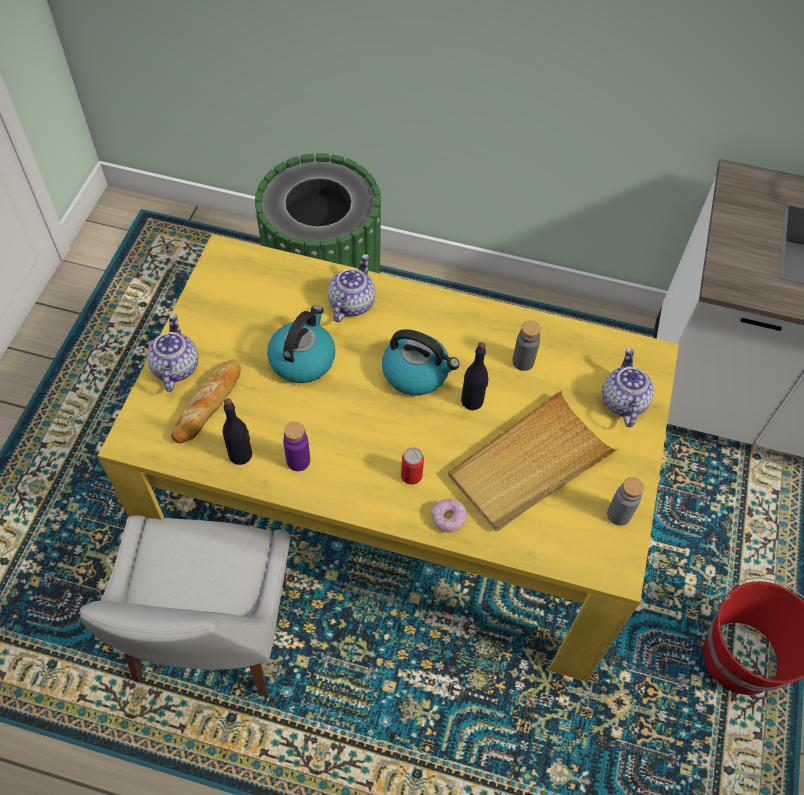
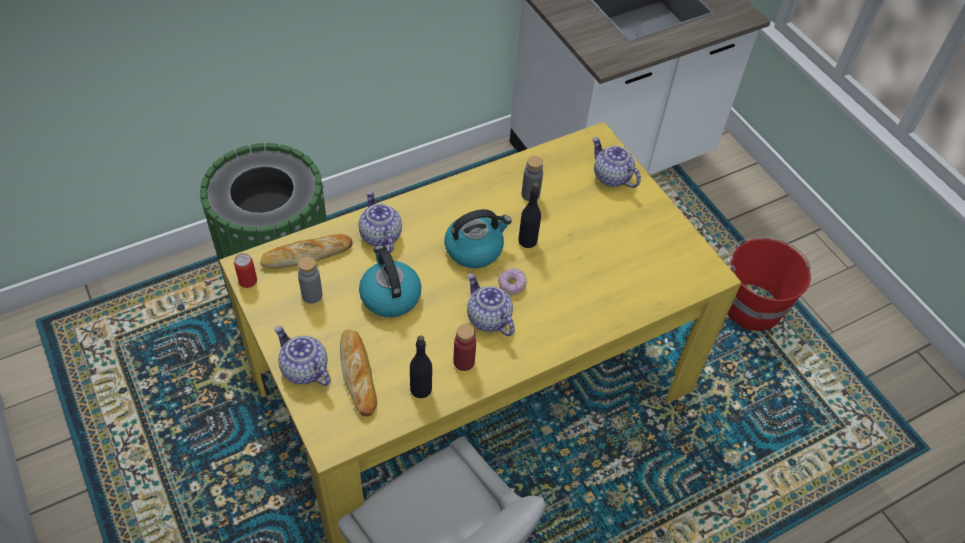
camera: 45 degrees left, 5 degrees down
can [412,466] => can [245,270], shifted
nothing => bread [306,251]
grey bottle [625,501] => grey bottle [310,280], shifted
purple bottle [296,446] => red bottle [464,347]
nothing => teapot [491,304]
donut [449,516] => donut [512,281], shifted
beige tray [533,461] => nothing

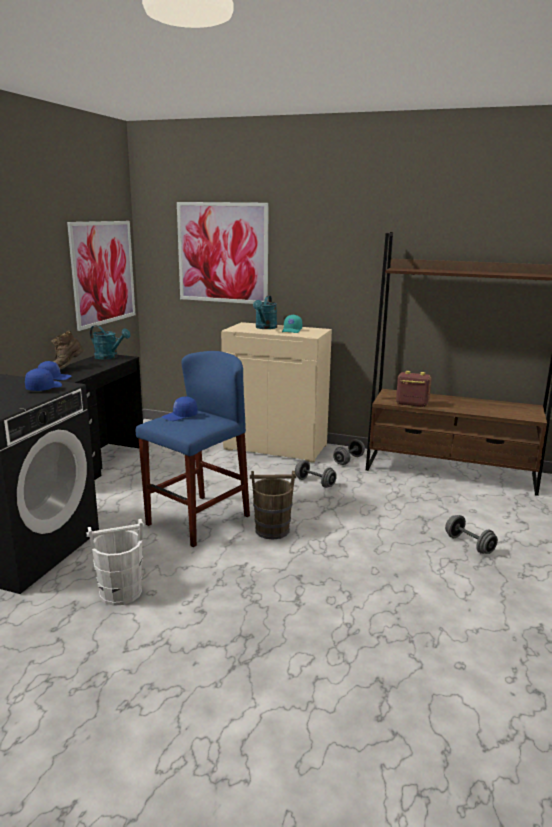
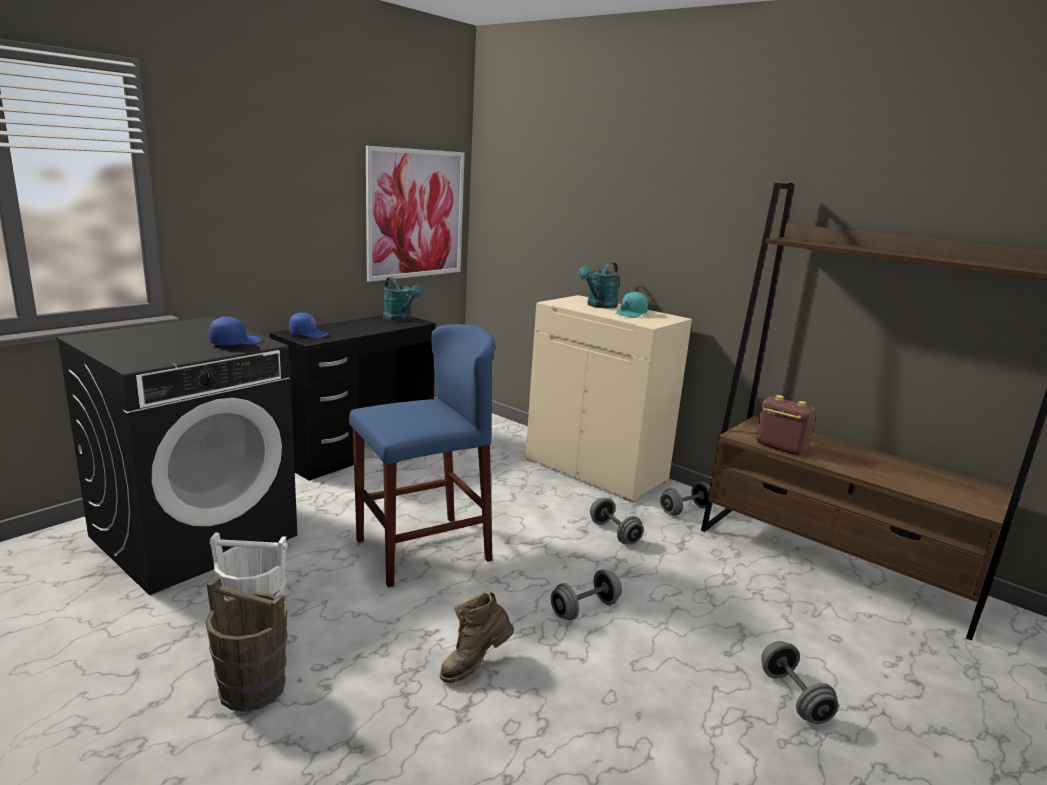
camera: 20 degrees right, 0 degrees up
brown bucket [273,505] => brown bucket [246,644], shifted
brown boot [68,350] => brown boot [477,637], shifted
nothing => grey dumbbell [586,595]
blue cap [179,408] => nothing
picture [223,253] => nothing

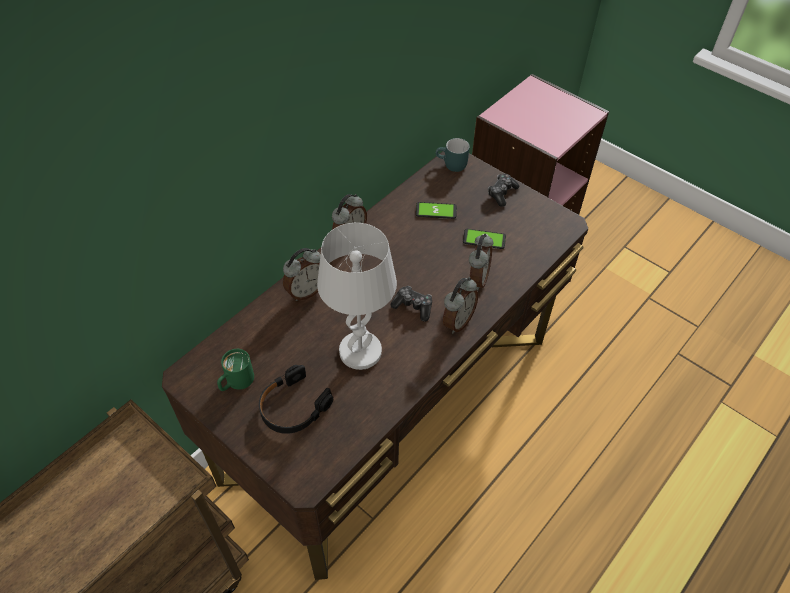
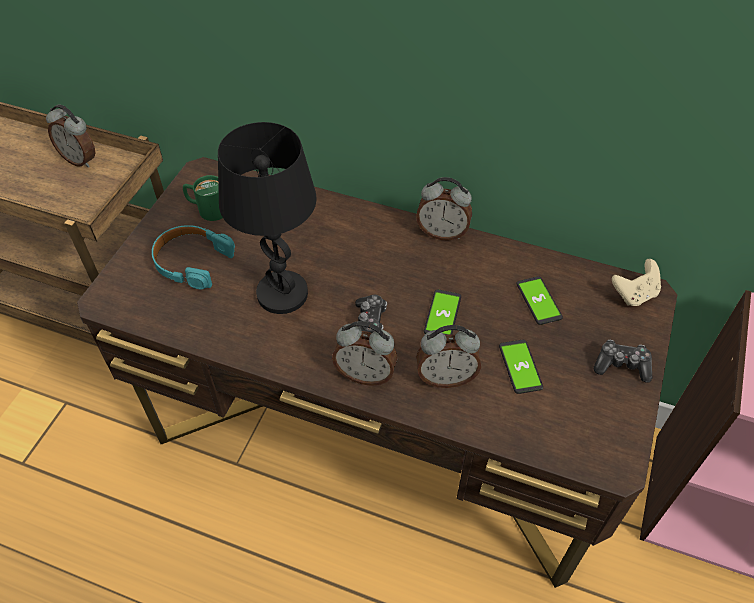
camera: 70 degrees right, 0 degrees up
alarm clock [302,274] => alarm clock [70,136], shifted
black headphones [296,399] => turquoise headphones [193,257]
white table lamp [357,296] => black table lamp [267,218]
nothing => phone [442,312]
turquoise mug [453,155] => beige game controller [636,282]

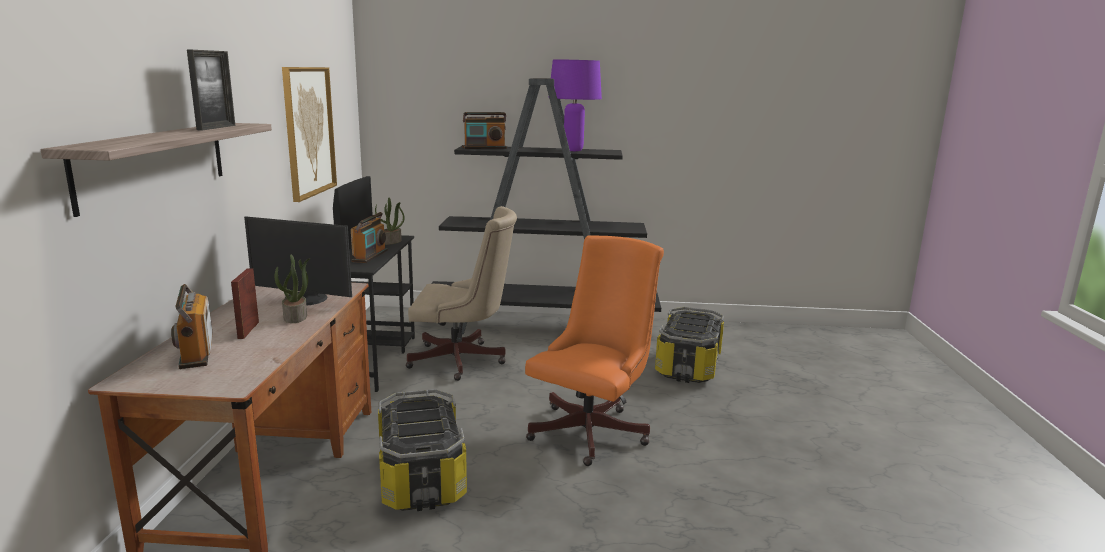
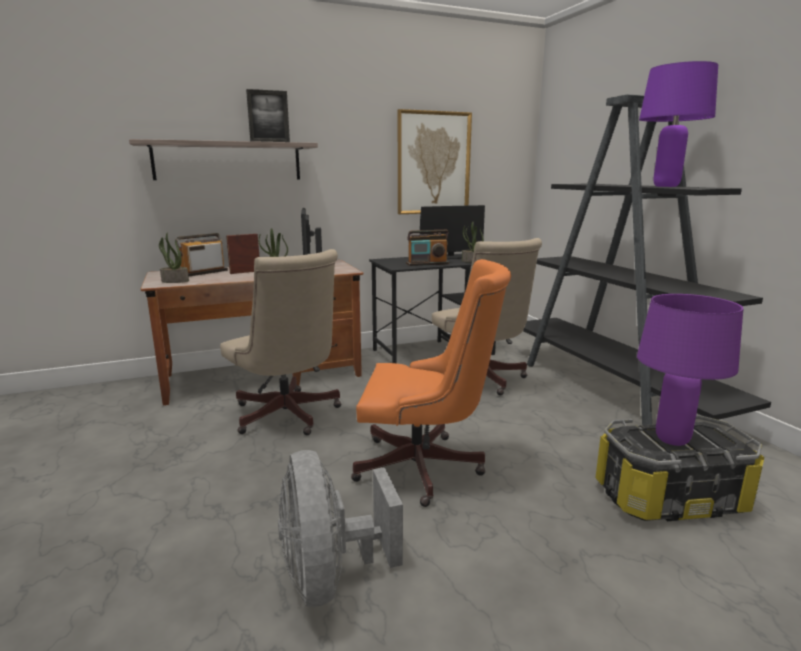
camera: 65 degrees right, 0 degrees up
nothing => potted plant [174,257]
storage box [422,450] => beige office chair [280,342]
nothing => grey fan [340,528]
nothing => purple table lamp [690,370]
radio [484,130] => nothing

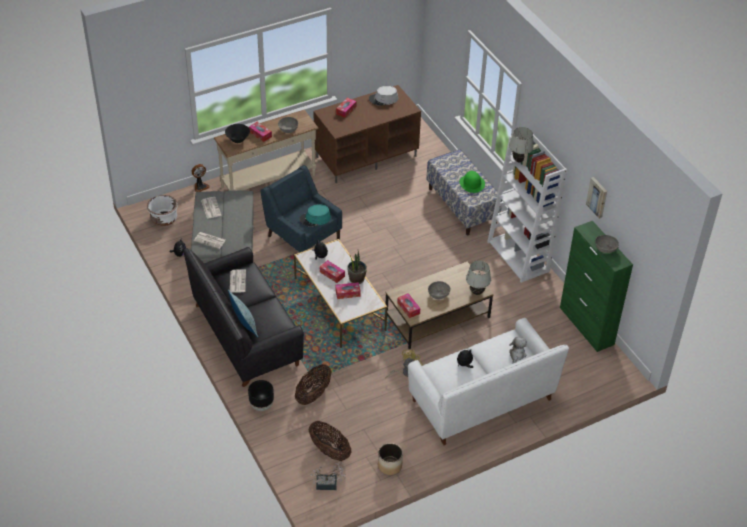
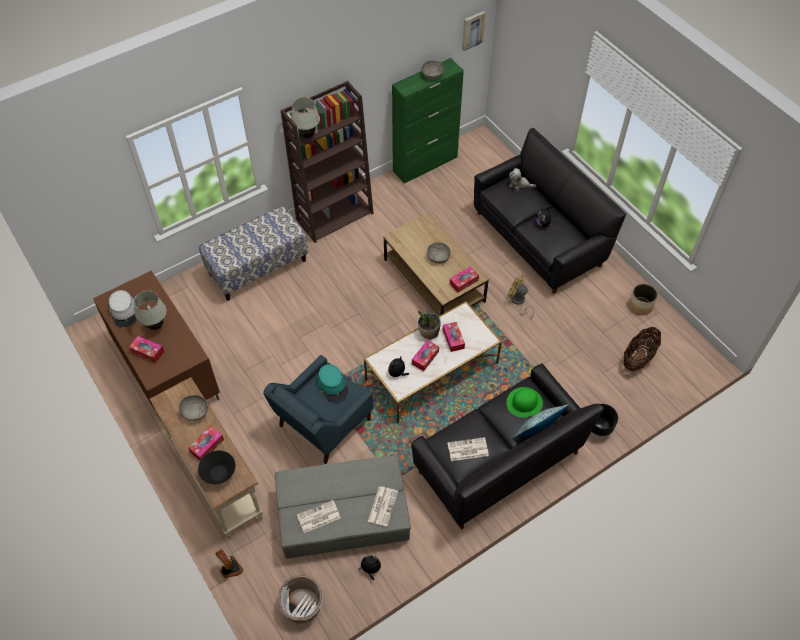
camera: 95 degrees left, 10 degrees up
white table lamp [478,278] => white table lamp [150,310], shifted
white bookcase [527,208] => brown bookcase [327,162]
picture [596,198] => picture [474,31], shifted
white sofa [488,381] => black sofa [550,211]
green hat [472,182] => green hat [524,402], shifted
basket [313,384] => nothing
potted plant [328,476] => nothing

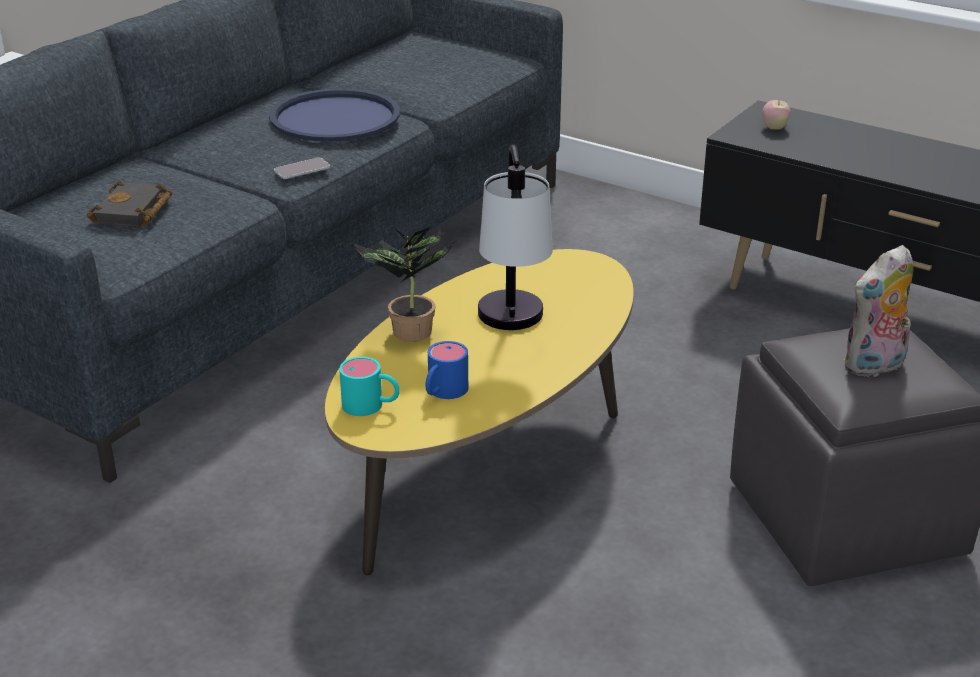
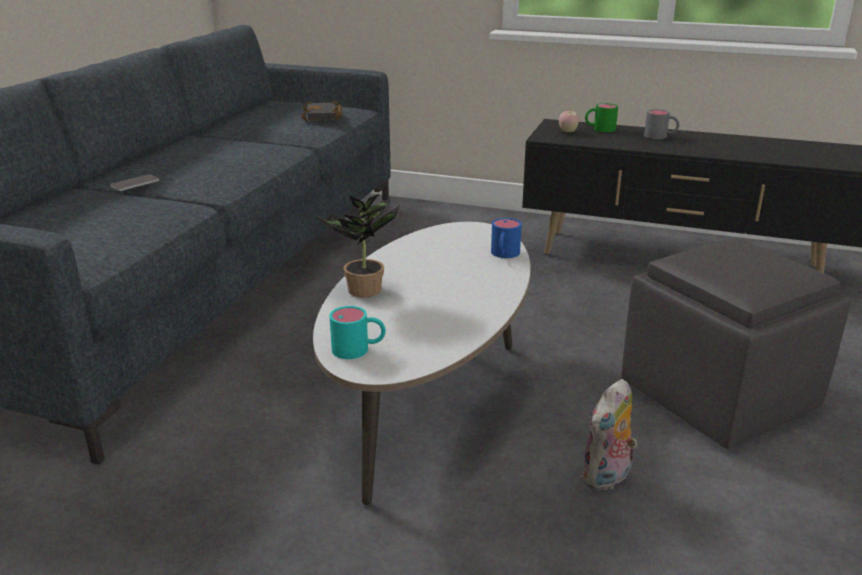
camera: 15 degrees left, 5 degrees down
phone [302,168] => phone [134,183], shifted
black book [129,204] => black book [321,111], shifted
yellow coffee table [479,412] => white coffee table [422,363]
blue mug [446,370] => blue mug [506,238], shifted
plush toy [878,311] => plush toy [609,435], shifted
nothing => green mug [601,117]
nothing => grey mug [661,124]
blue tray [334,115] => nothing
table lamp [515,237] => nothing

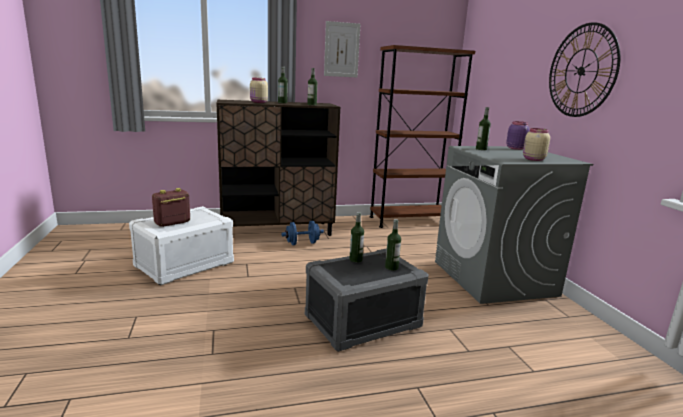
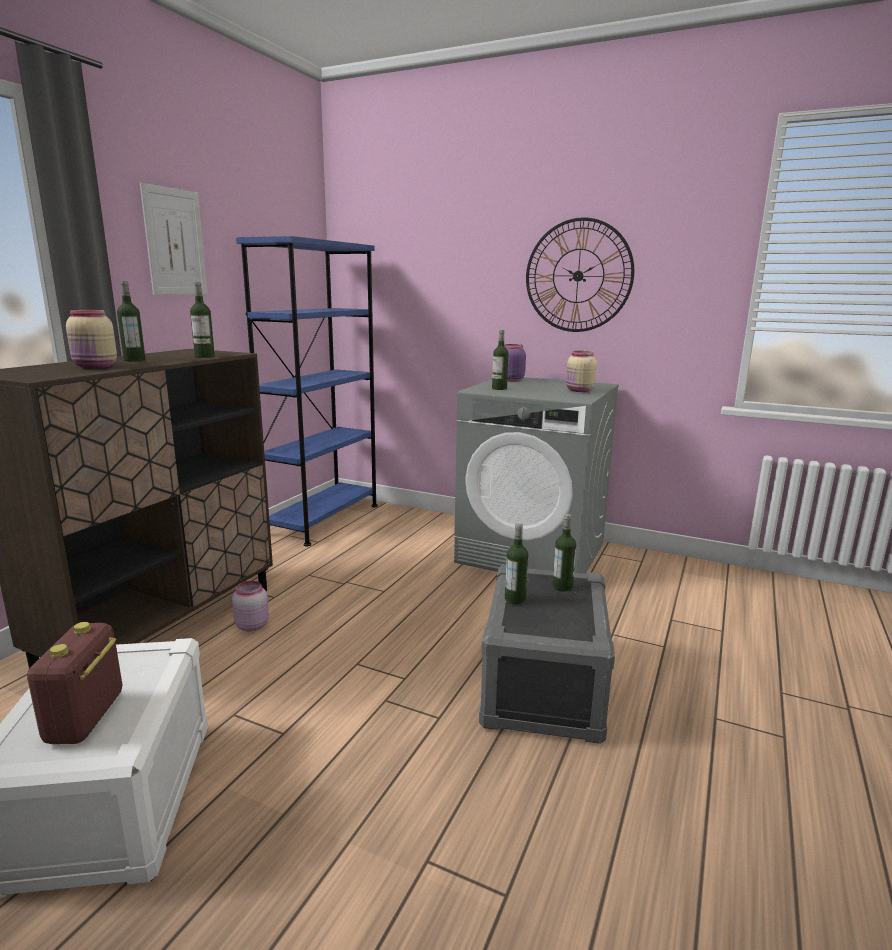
camera: 50 degrees left, 0 degrees up
blue dumbbell [303,233] => pink jar [250,606]
brown bookcase [422,136] => blue bookcase [307,391]

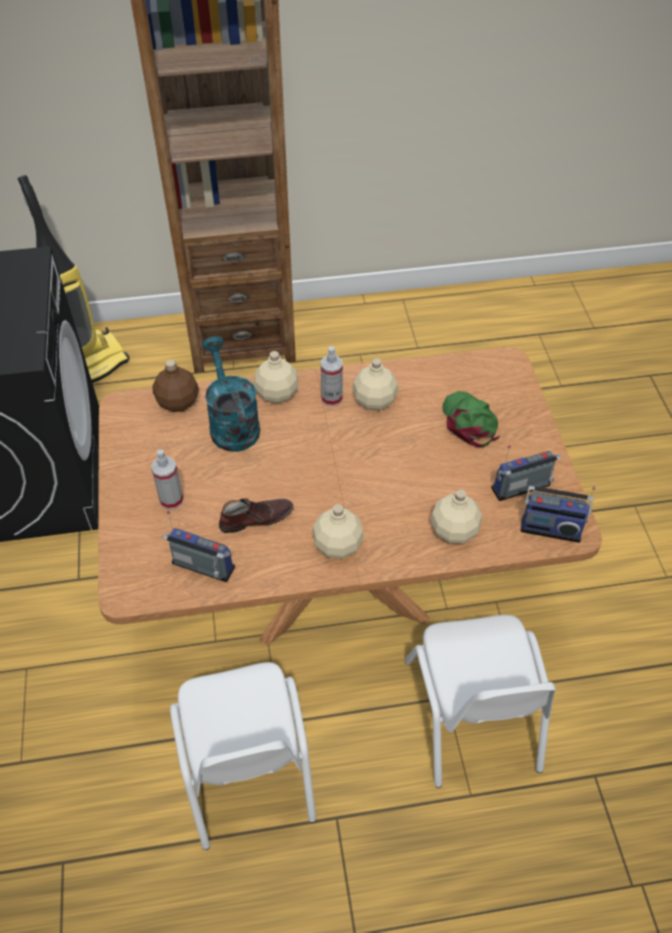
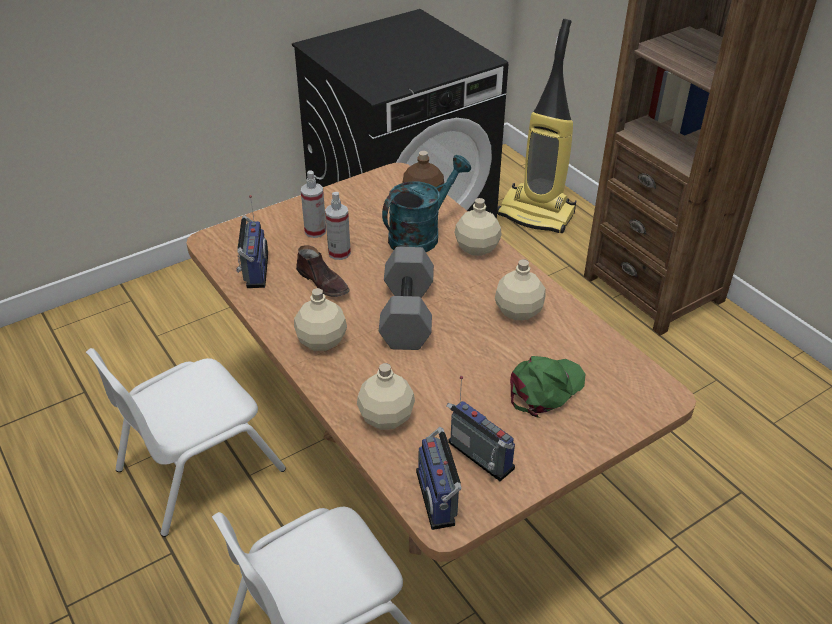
camera: 65 degrees right, 10 degrees down
spray bottle [332,376] => spray bottle [338,226], shifted
nothing => grey dumbbell [406,298]

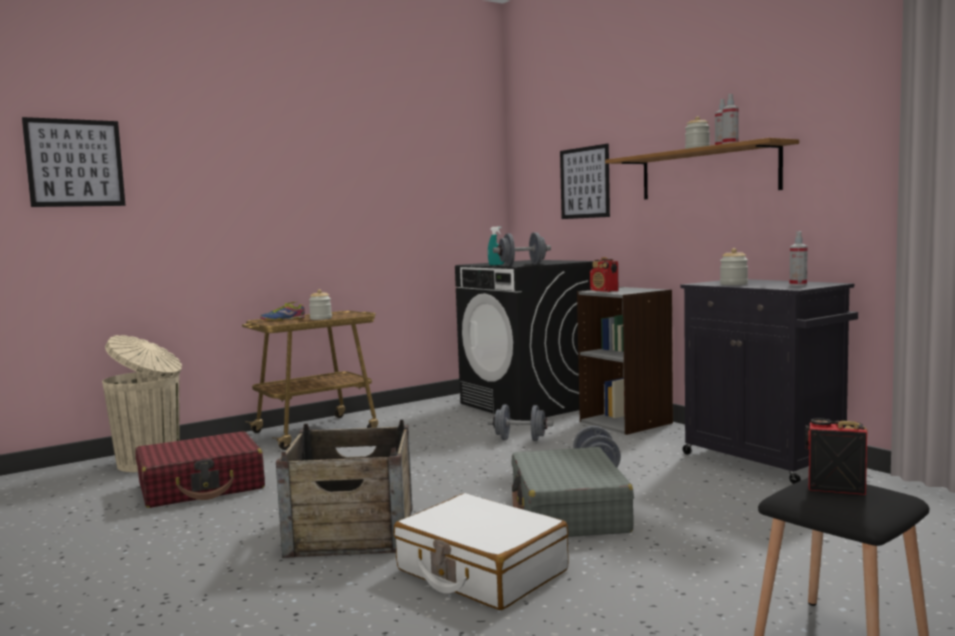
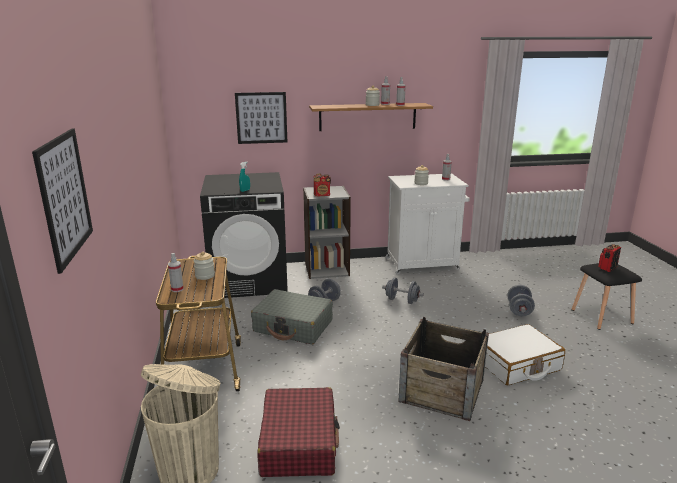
camera: 65 degrees left, 15 degrees up
shoe [282,311] => spray bottle [176,272]
grey suitcase [572,492] => grey suitcase [292,316], shifted
black cabinet [769,381] => white cabinet [428,224]
grey dumbbell [522,249] => grey dumbbell [521,300], shifted

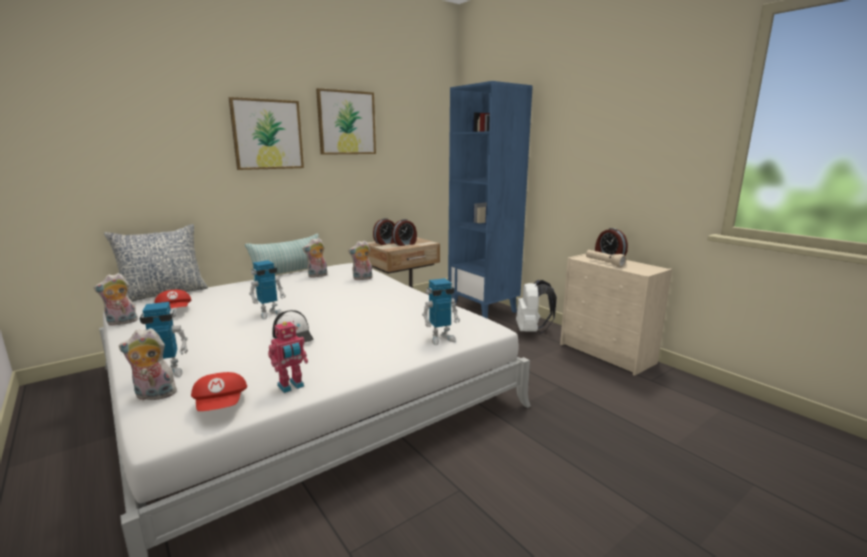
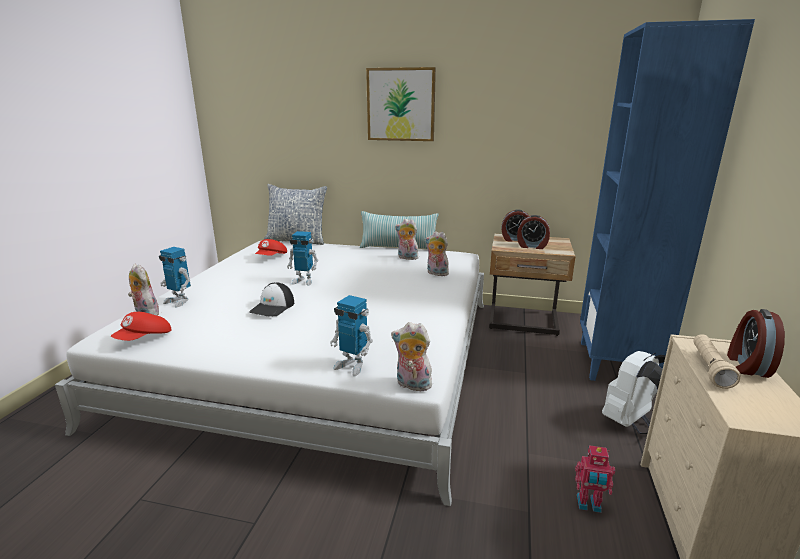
camera: 50 degrees right, 5 degrees up
plush toy [115,299] => plush toy [411,356], shifted
toy robot [288,357] => toy robot [595,479], shifted
picture [346,121] => nothing

